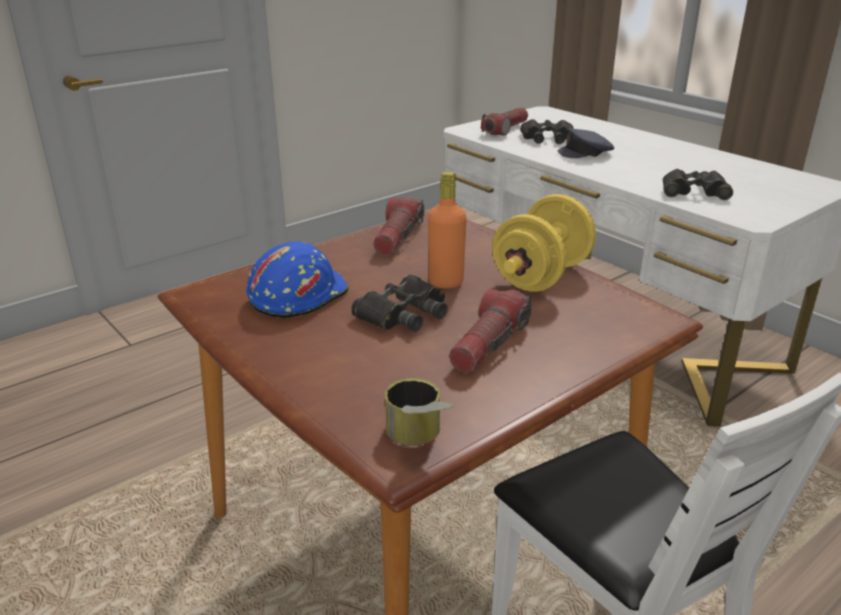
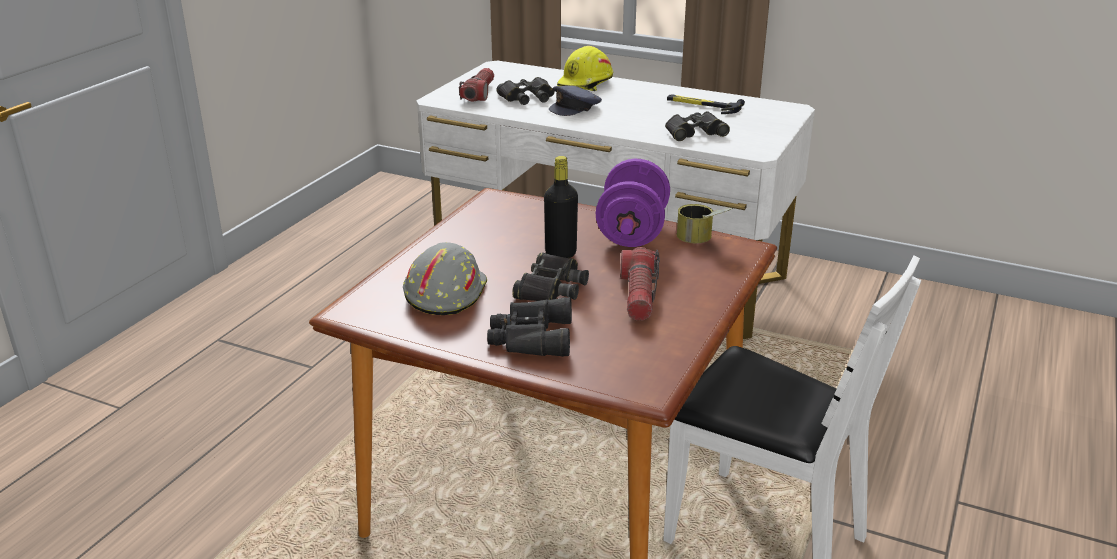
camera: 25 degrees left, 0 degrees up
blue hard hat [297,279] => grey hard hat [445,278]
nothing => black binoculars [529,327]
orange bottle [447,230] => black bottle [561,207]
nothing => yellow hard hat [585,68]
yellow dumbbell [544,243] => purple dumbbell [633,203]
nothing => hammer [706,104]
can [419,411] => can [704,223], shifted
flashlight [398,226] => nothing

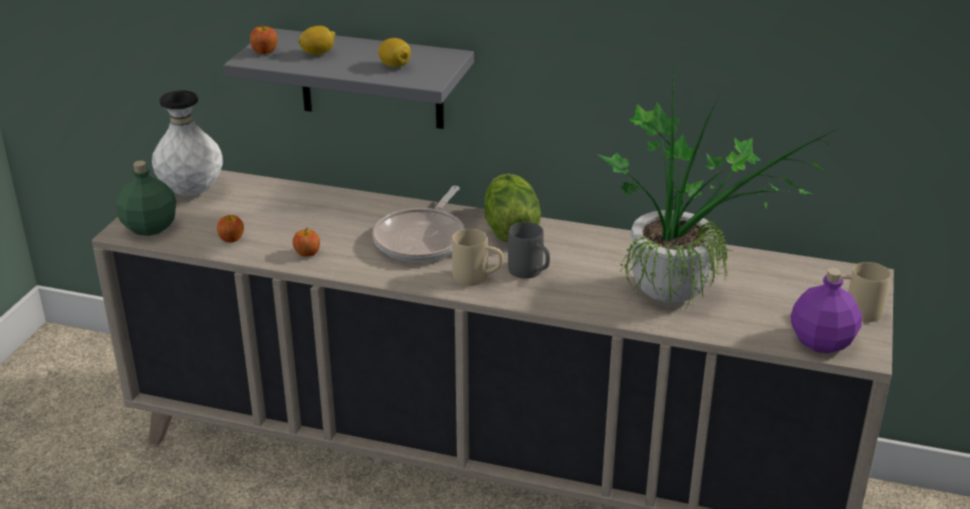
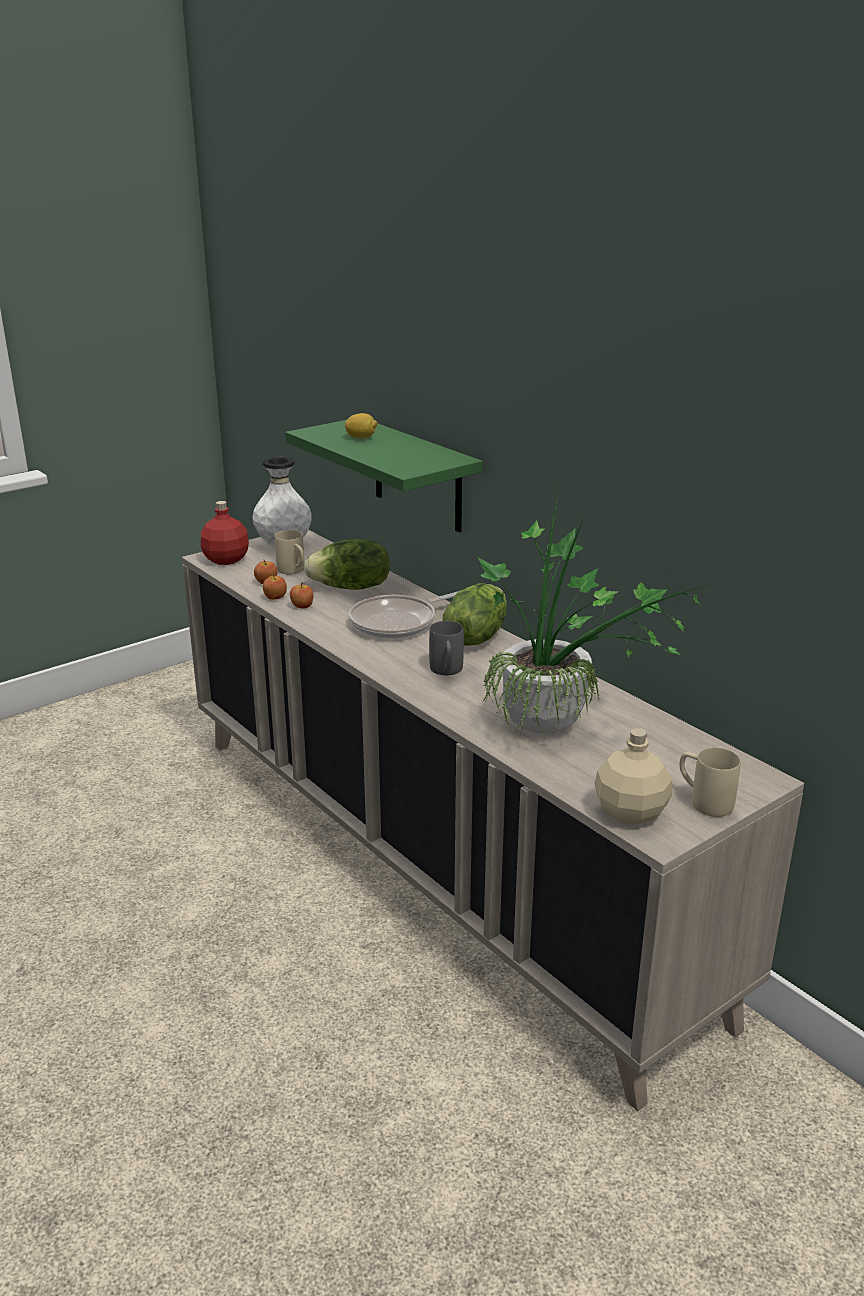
camera: 35 degrees right, 5 degrees down
green bottle [146,198] => red bottle [225,533]
apple [264,39] => apple [275,587], shifted
beige mug [477,257] => beige mug [289,552], shifted
grey shelf [349,78] => green shelf [384,476]
nothing => lettuce [347,564]
purple bottle [826,310] => beige bottle [633,776]
lemon [394,52] => nothing

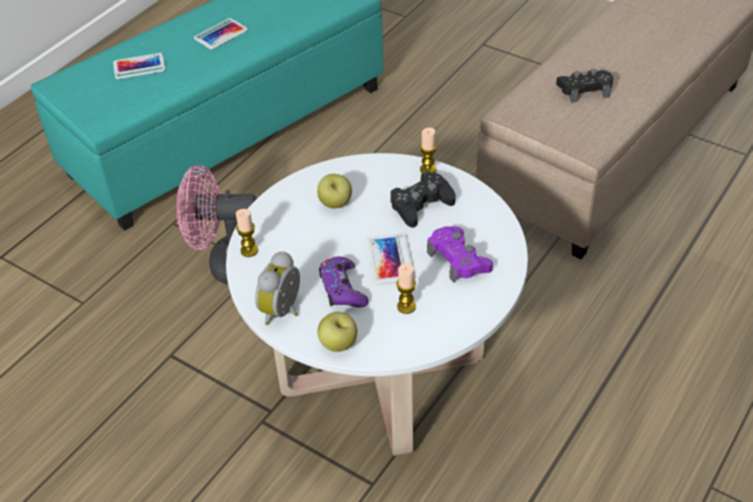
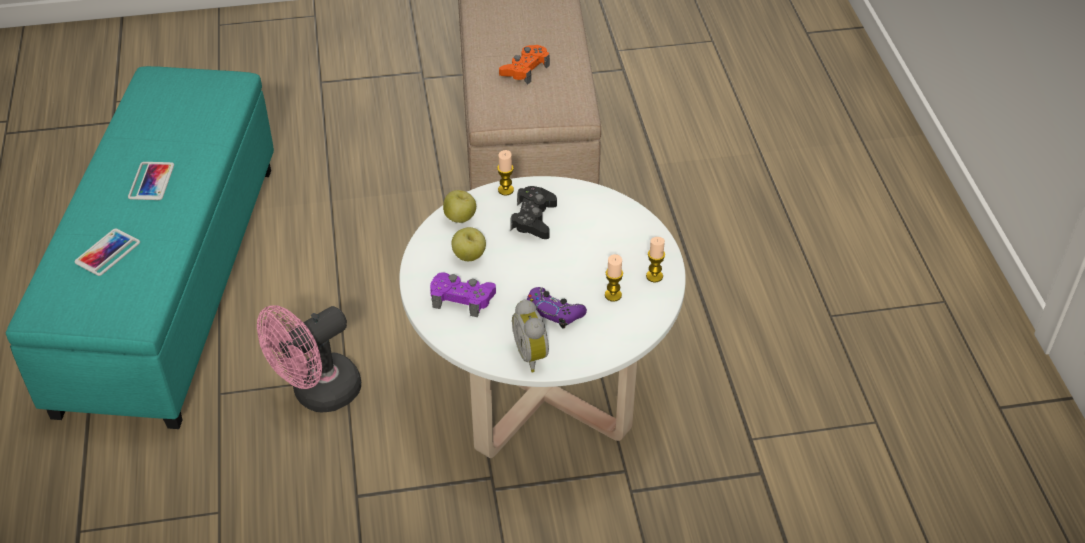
camera: 45 degrees left, 0 degrees up
purple game controller [460,254] => purple game controller [463,294], shifted
apple [337,332] => apple [459,206], shifted
black game controller [584,86] => orange game controller [524,65]
candle [247,233] => candle [655,260], shifted
phone [391,258] => nothing

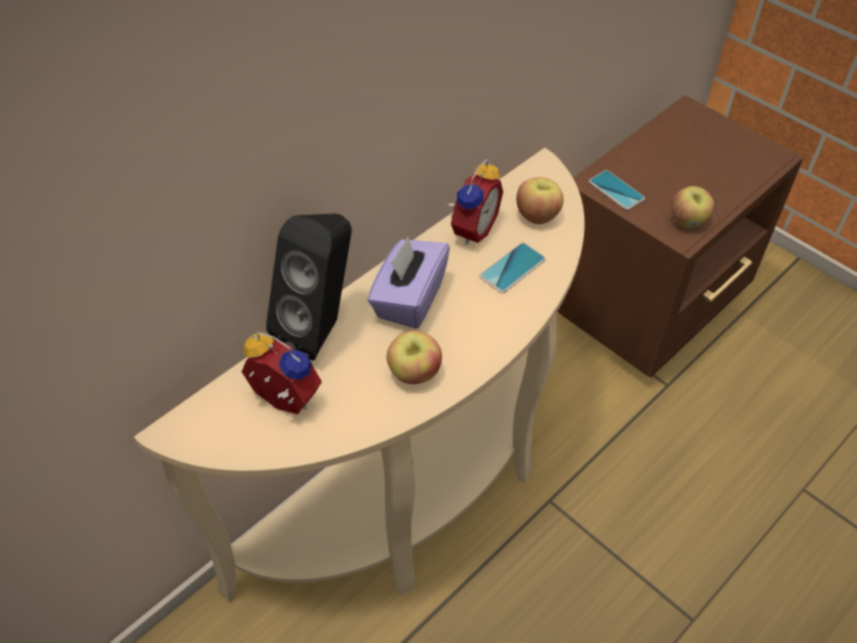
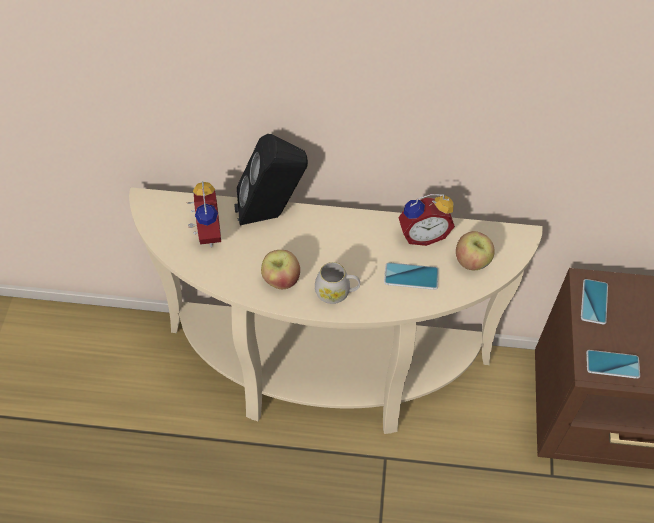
camera: 50 degrees right, 5 degrees up
nothing => white mug [337,283]
apple [692,207] => phone [613,364]
purple tissue box [408,283] => nothing

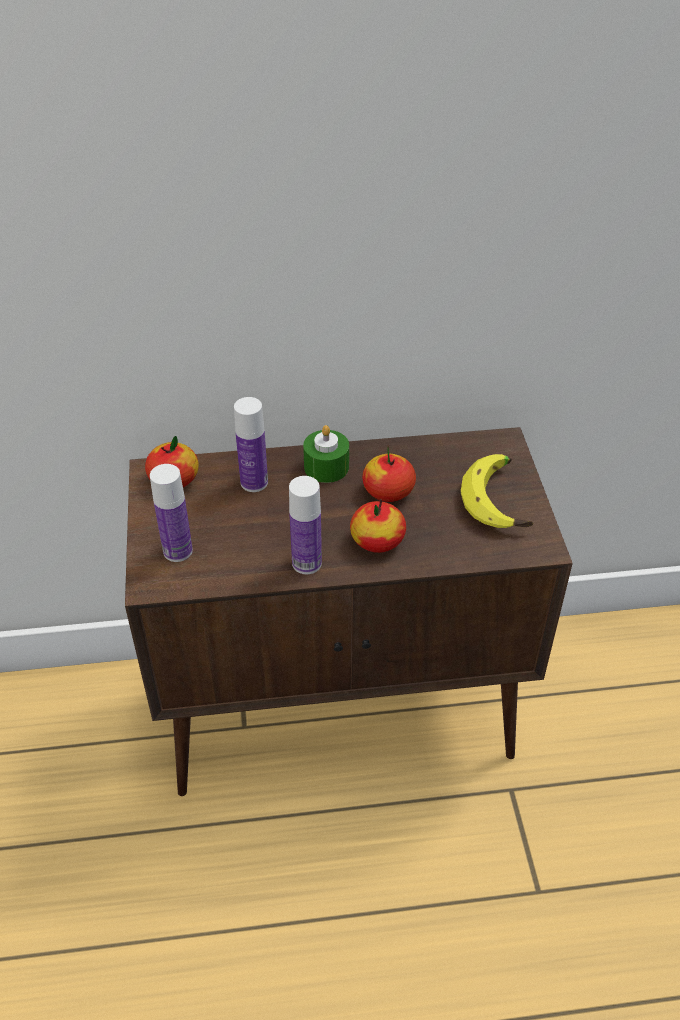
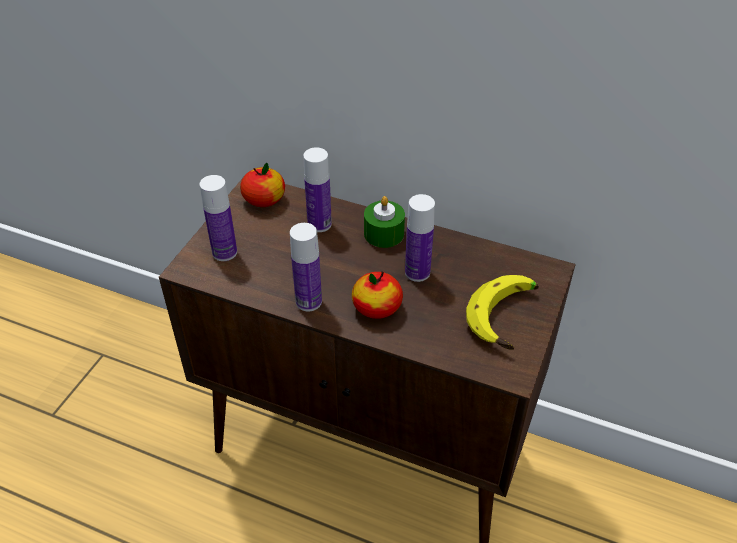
camera: 30 degrees right, 0 degrees up
apple [389,474] => bottle [420,238]

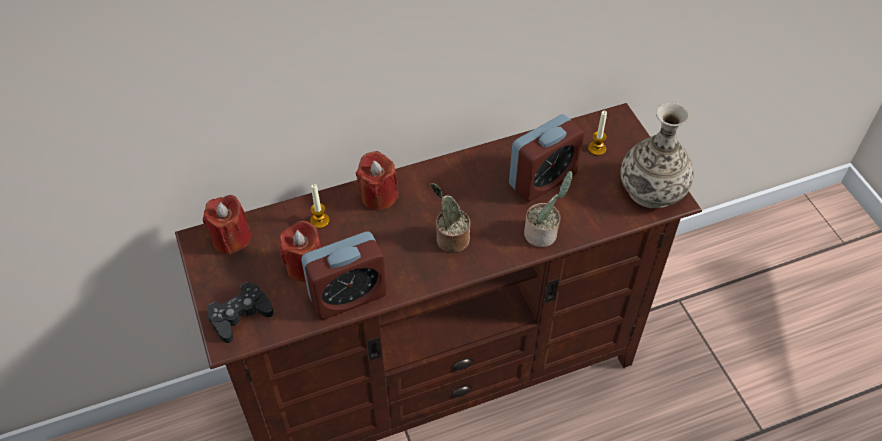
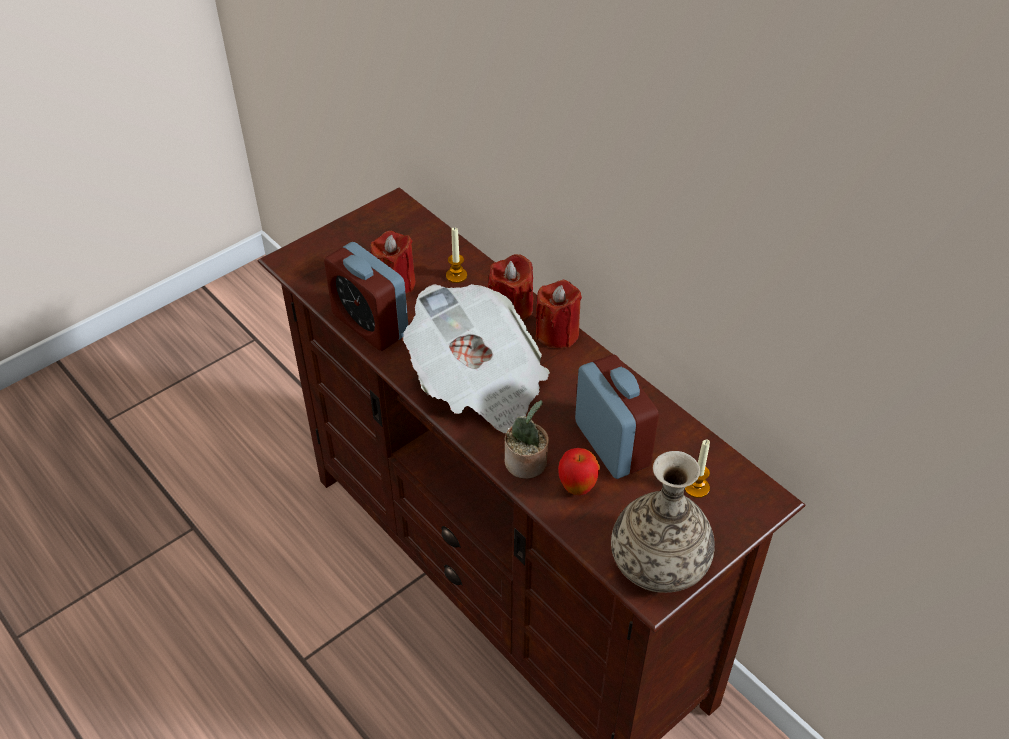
camera: 70 degrees right, 5 degrees down
potted plant [450,218] => newspaper [476,359]
red candle [227,225] => red candle [558,314], shifted
nothing => apple [579,471]
alarm clock [546,158] => alarm clock [617,416], 150 degrees counterclockwise
black game controller [240,312] => nothing

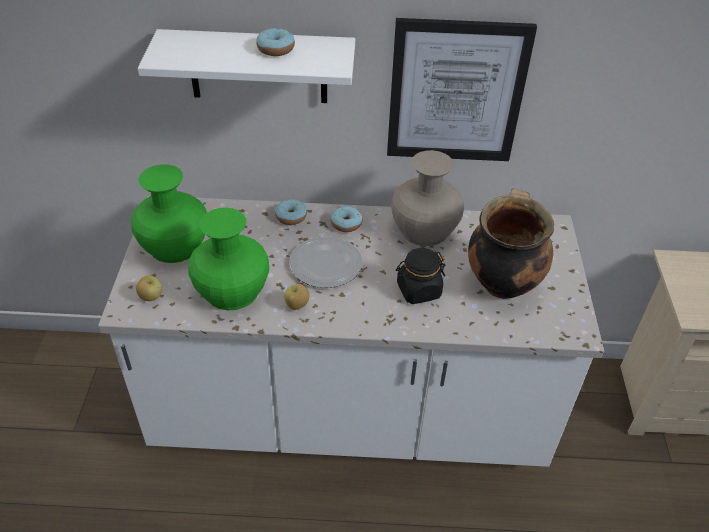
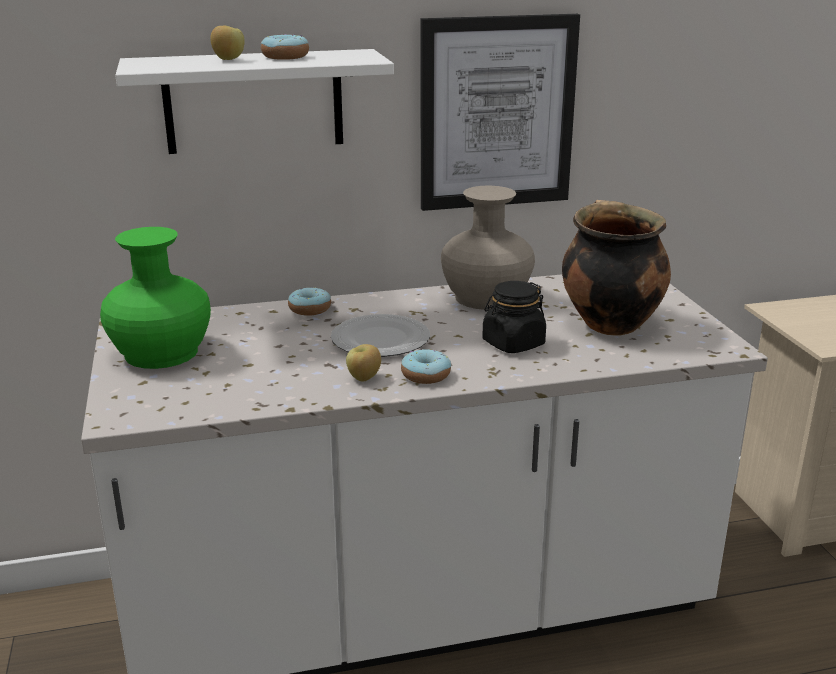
camera: 15 degrees left, 20 degrees down
apple [149,288] => apple [227,43], shifted
donut [346,219] => donut [426,366], shifted
green vase [228,259] => nothing

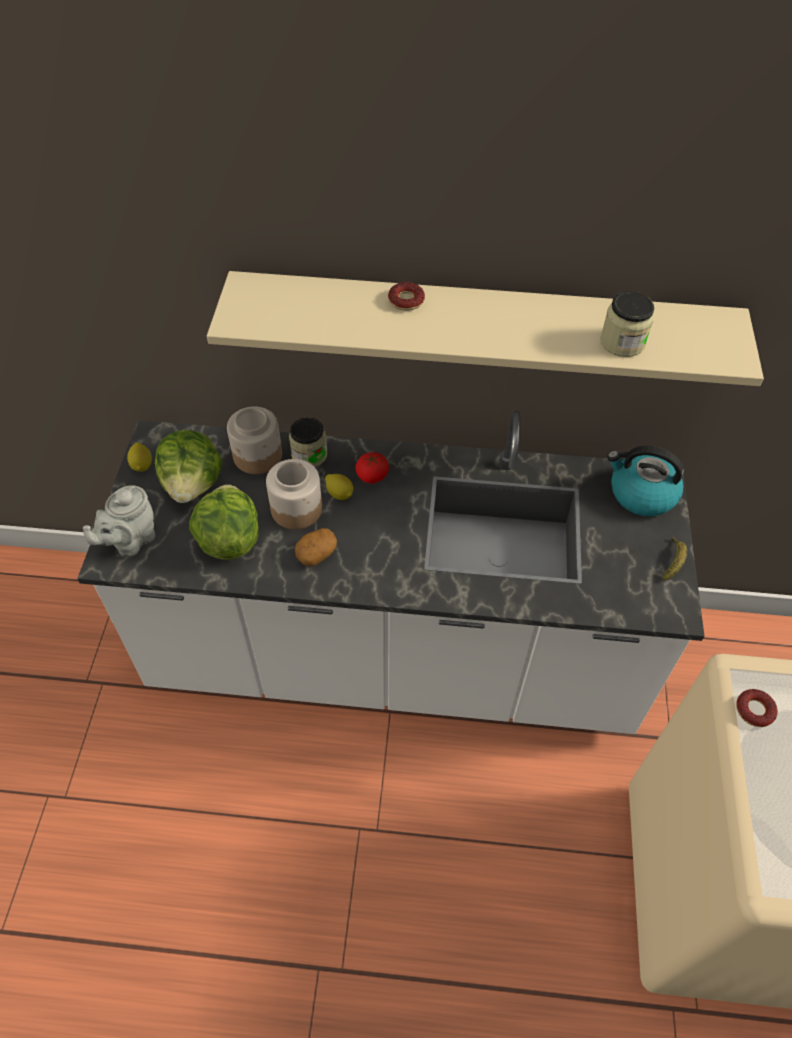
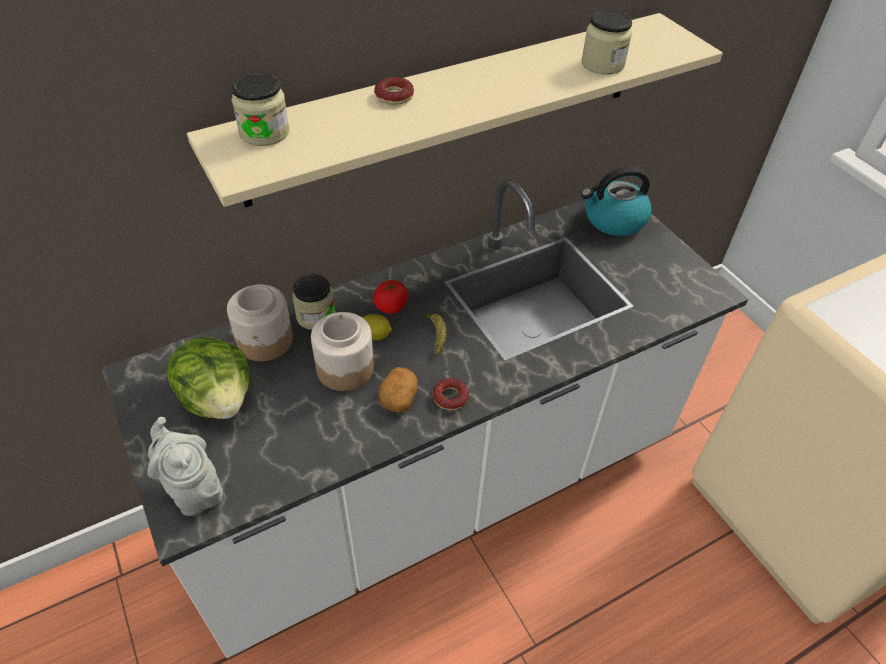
camera: 35 degrees left, 5 degrees down
grey teapot [119,521] => grey teapot [185,466], 135 degrees clockwise
nothing => jar [260,109]
banana [674,558] => banana [435,334], shifted
donut [757,708] => donut [450,394], shifted
lemon [139,457] => nothing
lettuce [224,522] => nothing

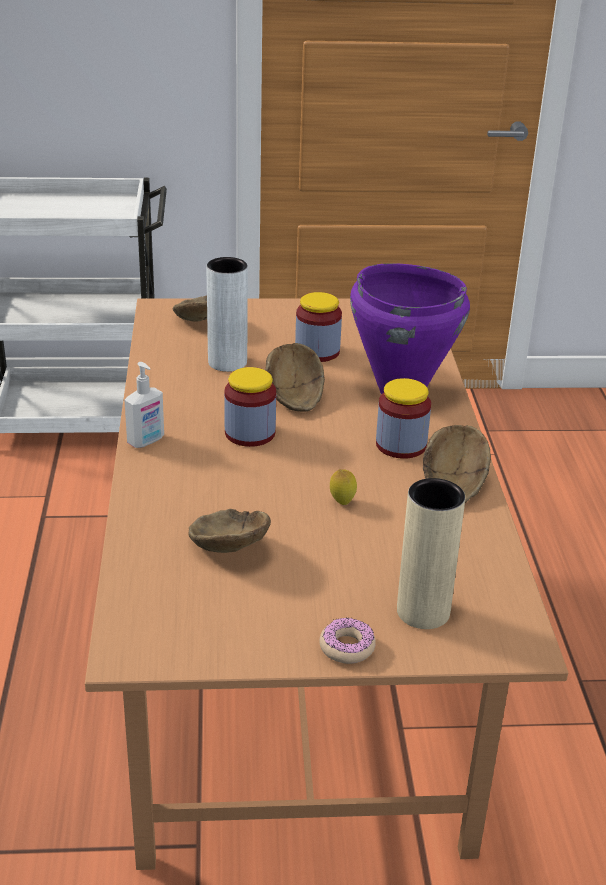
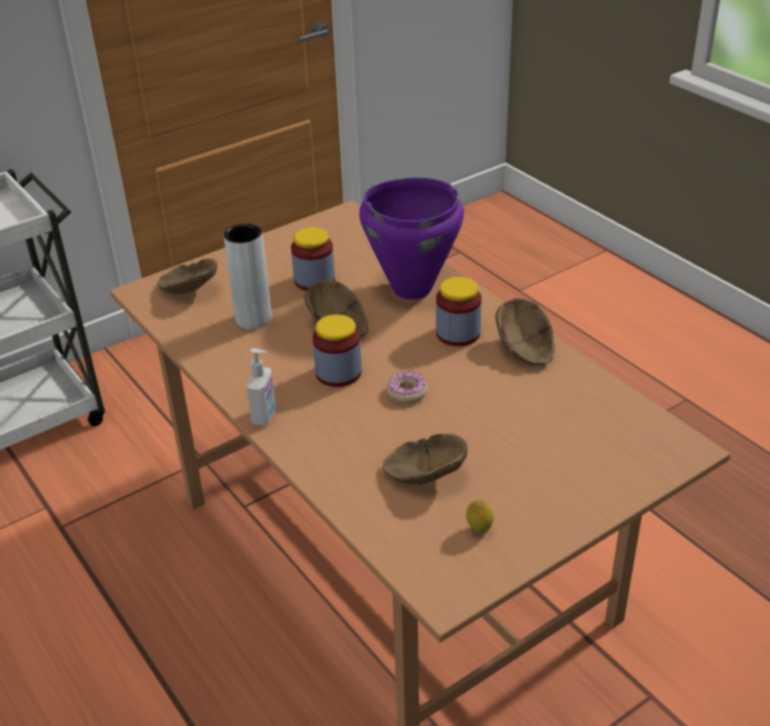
camera: 30 degrees left, 5 degrees up
donut [347,640] => donut [407,387], shifted
lemon [343,487] => lemon [480,516], shifted
beige vase [431,553] => nothing

